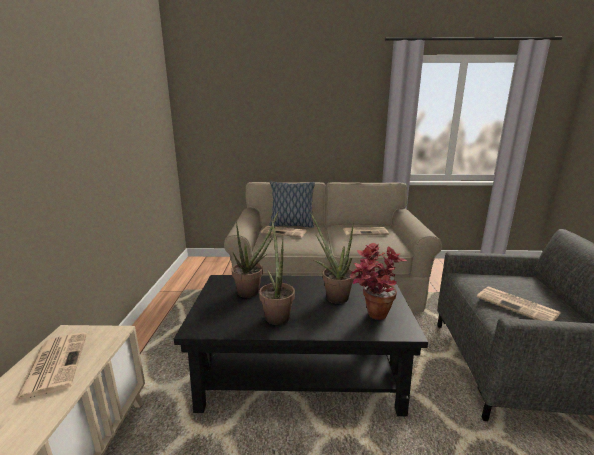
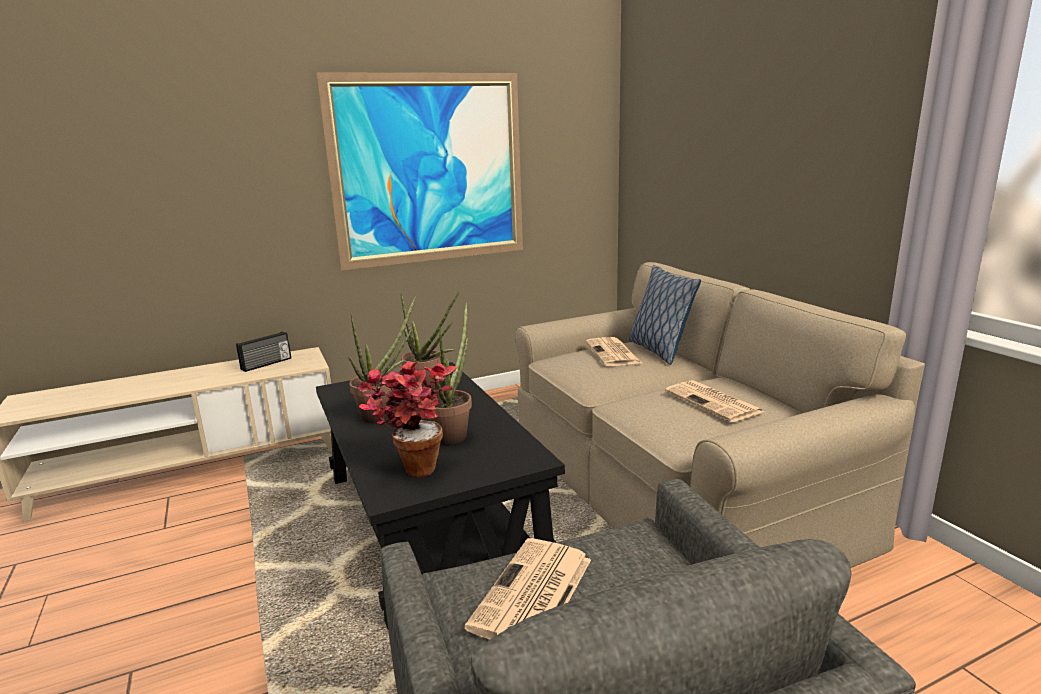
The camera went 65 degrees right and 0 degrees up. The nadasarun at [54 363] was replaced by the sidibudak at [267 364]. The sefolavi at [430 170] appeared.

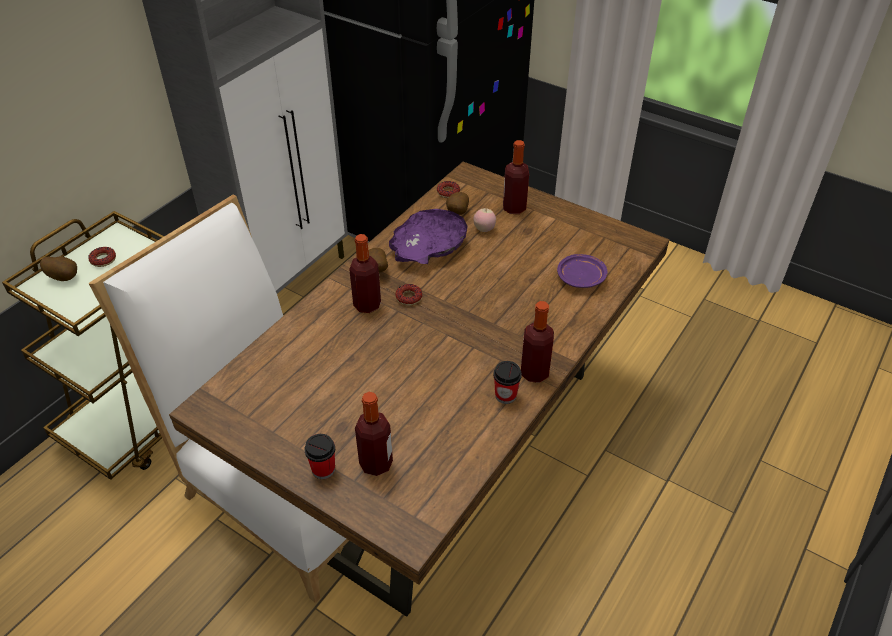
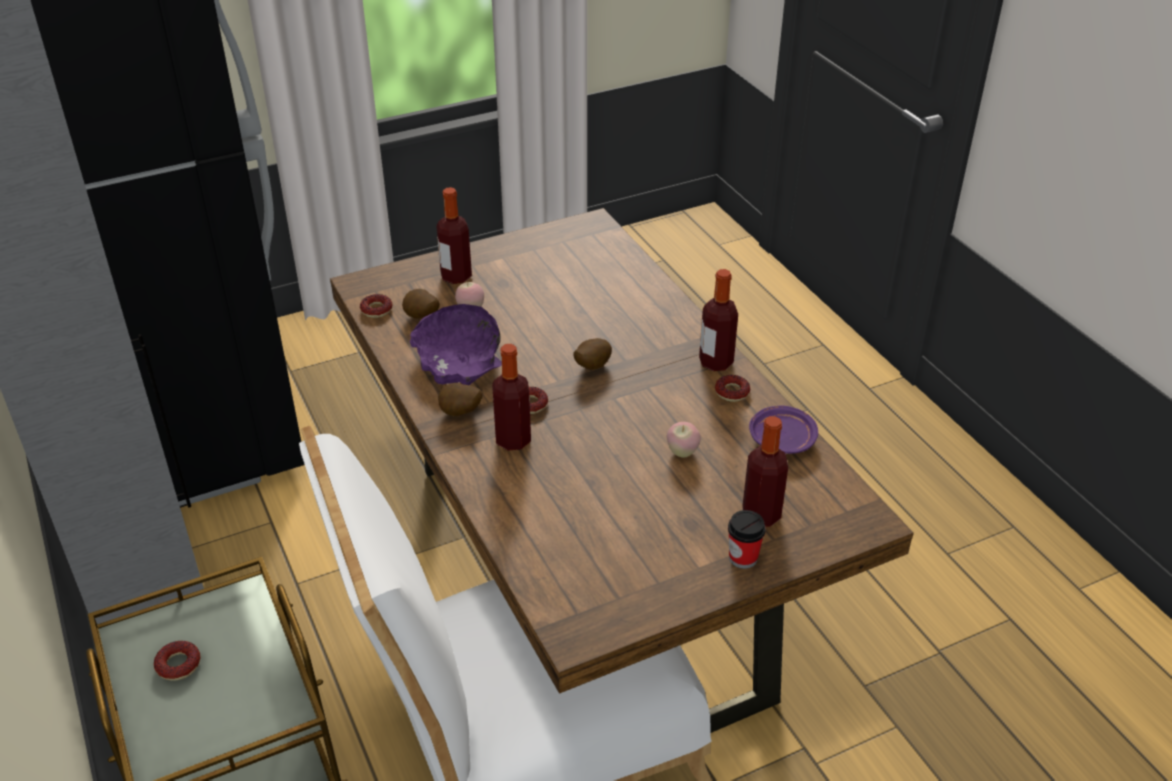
The camera went 60 degrees left and 5 degrees down. The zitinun moved from [64 277] to [591 366]. The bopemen at [682 452] appeared. The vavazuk at [505 395] was replaced by the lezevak at [732 392]. The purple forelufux moved from [581 277] to [781 439].

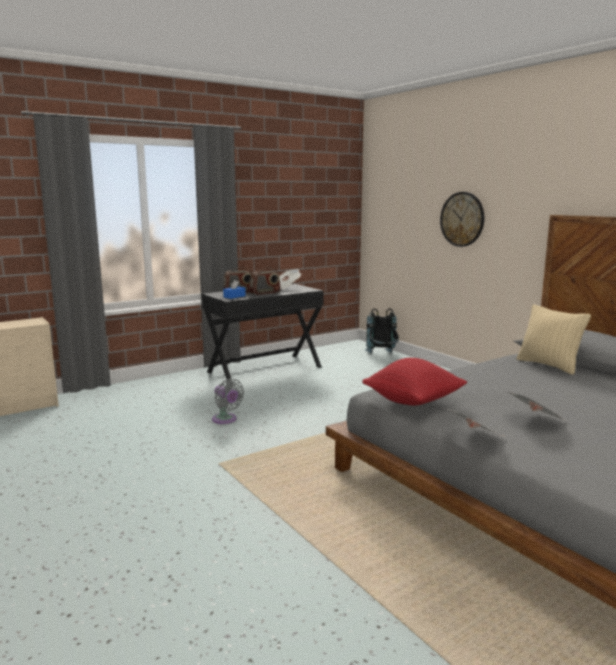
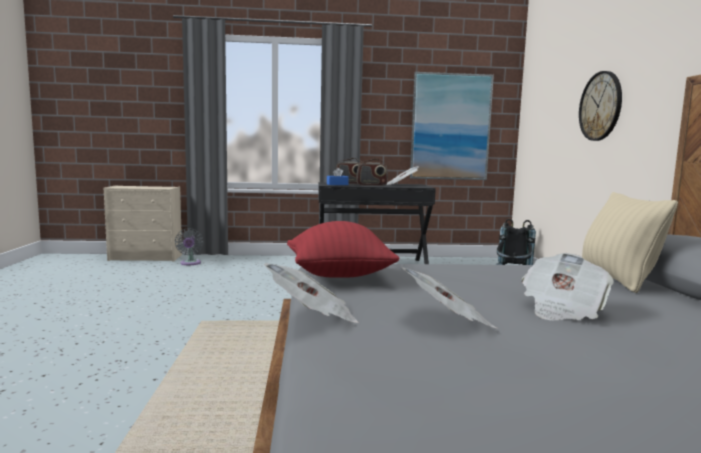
The camera went 30 degrees right and 5 degrees down. The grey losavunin moved from [226 420] to [190 263]. The sefolavi at [450 127] appeared. The nadasarun at [562 309] appeared.

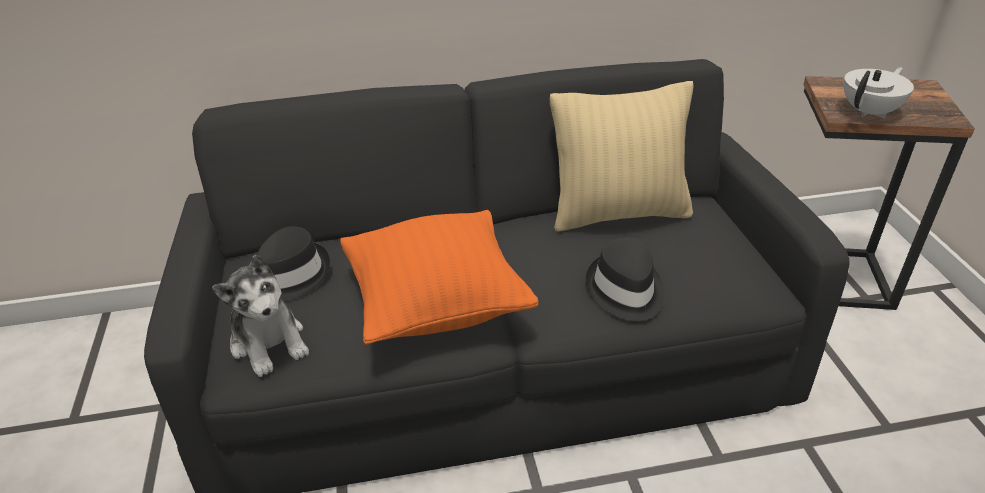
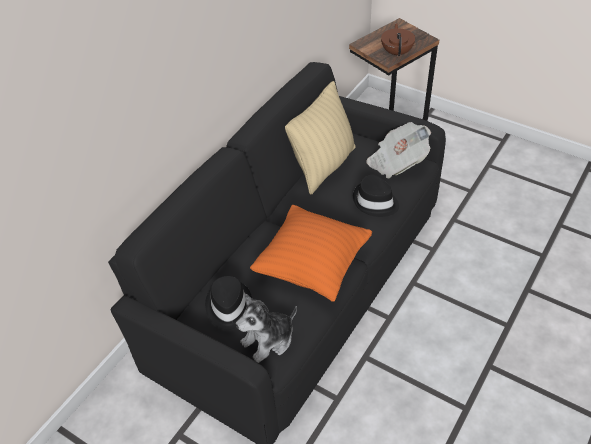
The camera went 45 degrees left and 10 degrees up. The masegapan at [269 342] turned 135 degrees clockwise. The nadasarun at [397 162] appeared. The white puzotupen at [870 112] became the brown puzotupen at [397 52].

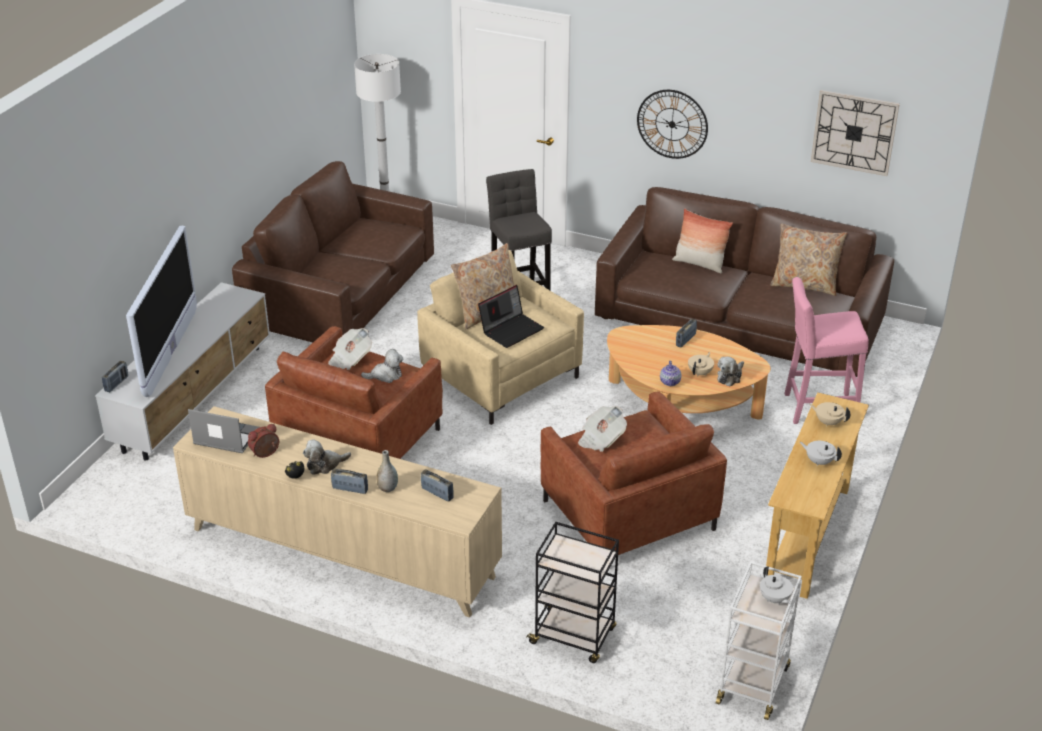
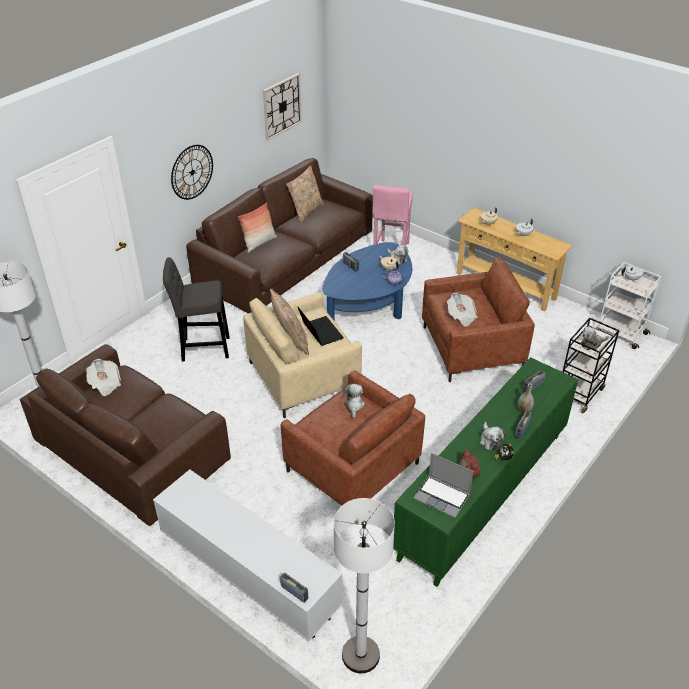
The camera went 75 degrees left and 5 degrees up. The nadasarun moved from [350 359] to [105 384]. The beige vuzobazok at [680 406] became the blue vuzobazok at [369 303]. The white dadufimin at [360 655] appeared. The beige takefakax at [342 553] became the green takefakax at [483 494]. The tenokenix at [225 438] turned 90 degrees counterclockwise. The masegapan at [592 343] appeared. The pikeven at [171 352] disappeared.

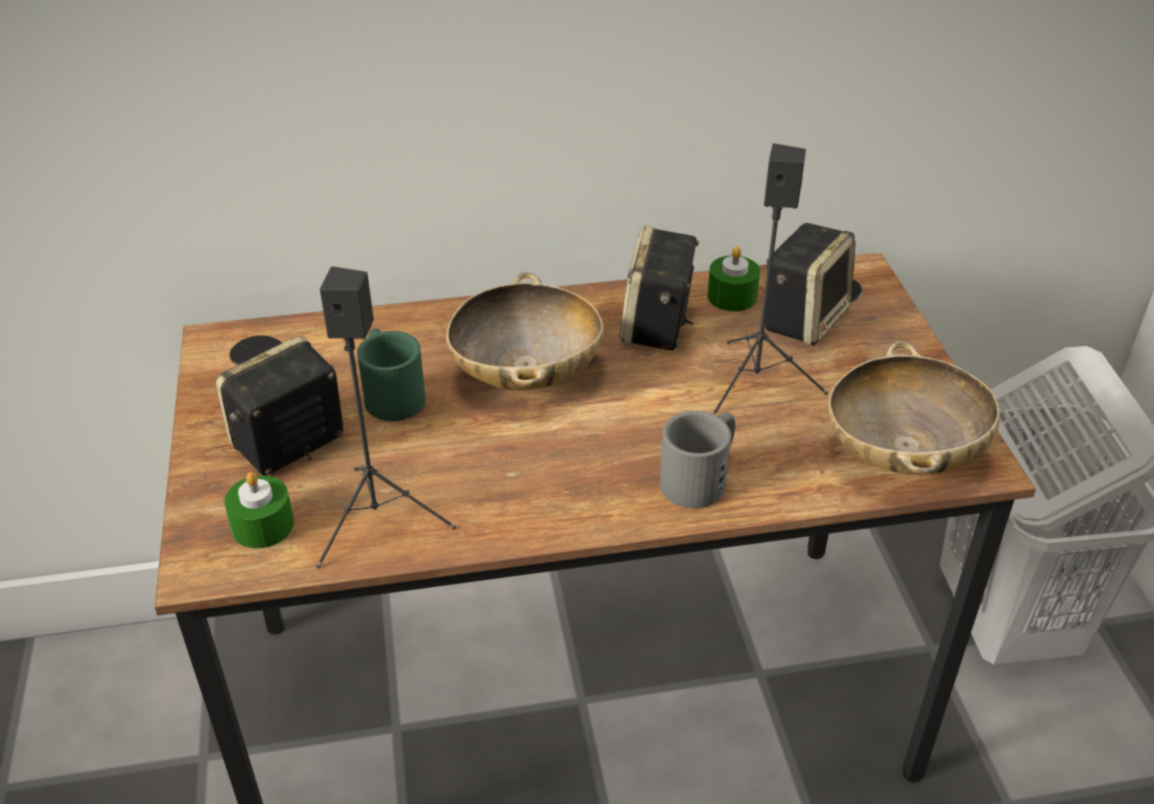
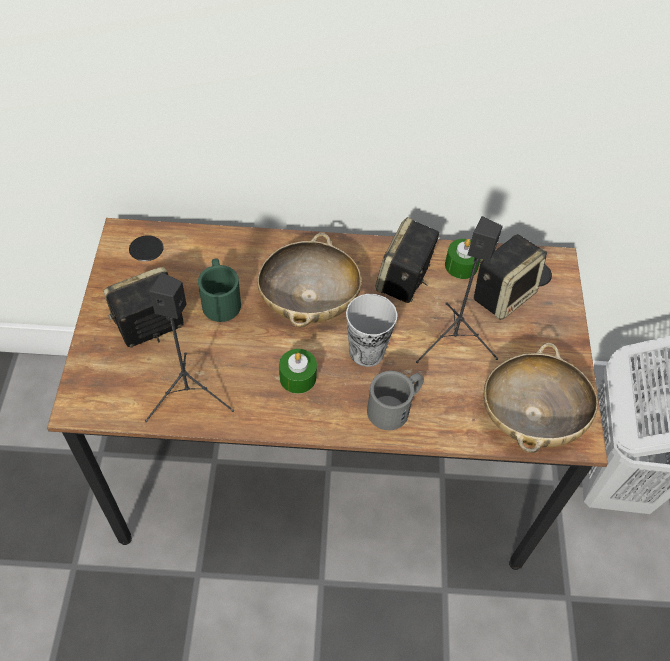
The camera went 10 degrees right and 15 degrees up. The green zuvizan moved from [263 525] to [297 377]. The vavazuk at [366 351] appeared.

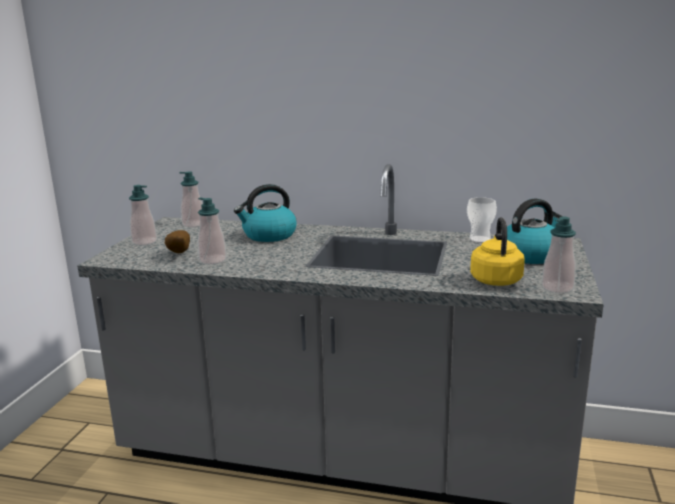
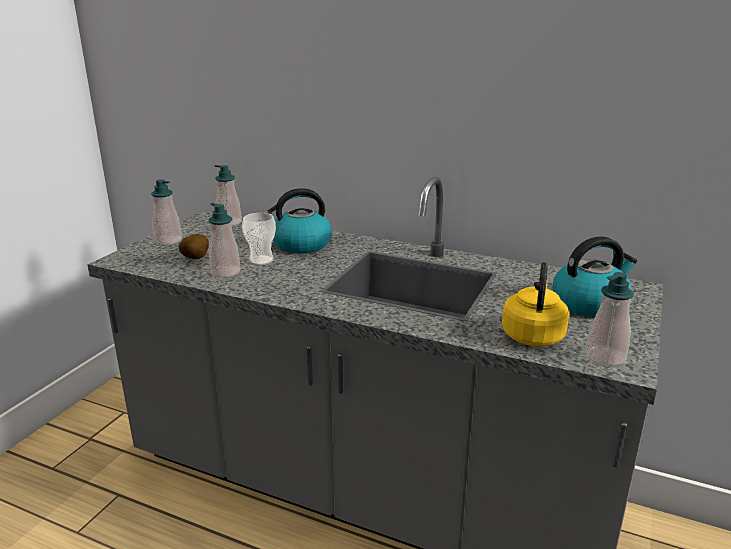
The camera went 10 degrees right and 5 degrees up. The vavazuk moved from [479 239] to [261 260].

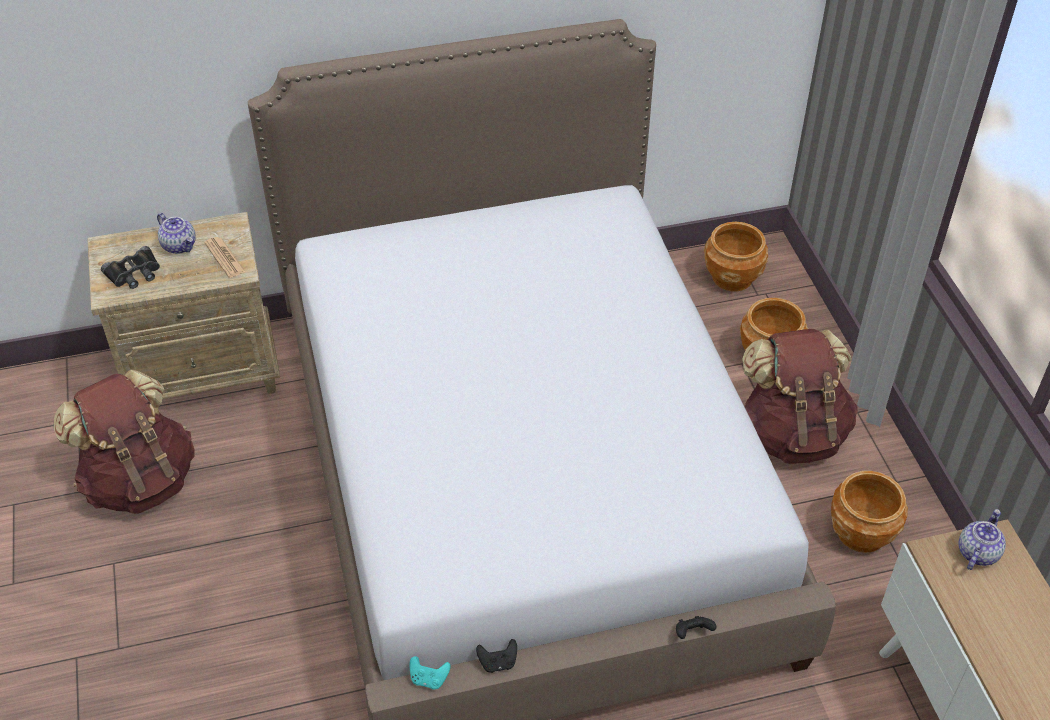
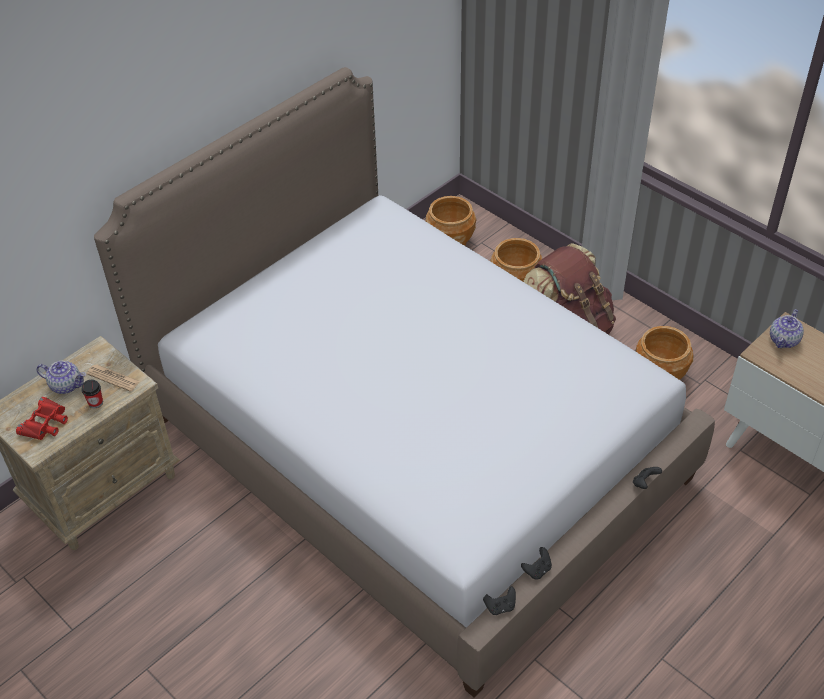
The camera went 30 degrees left and 0 degrees up. The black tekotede at [134 273] became the red tekotede at [46 423]. The vavazuk at [95 403] appeared. The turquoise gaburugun at [429 679] became the black gaburugun at [500 606]. The puzotupen at [977 552] turned 150 degrees counterclockwise. The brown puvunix at [140 480] disappeared.

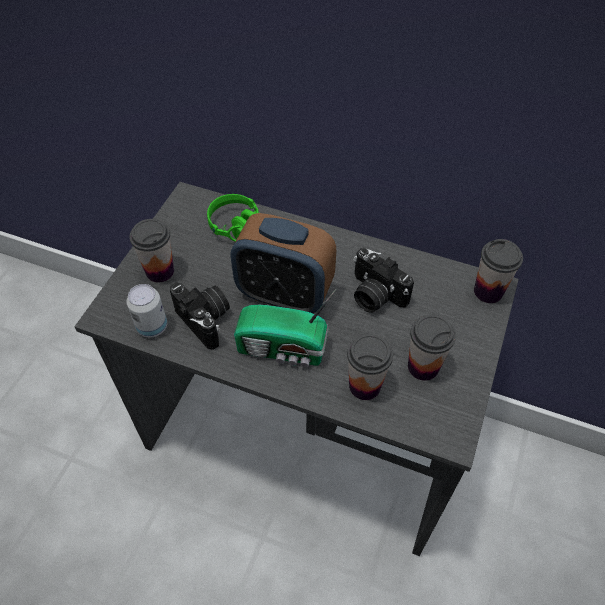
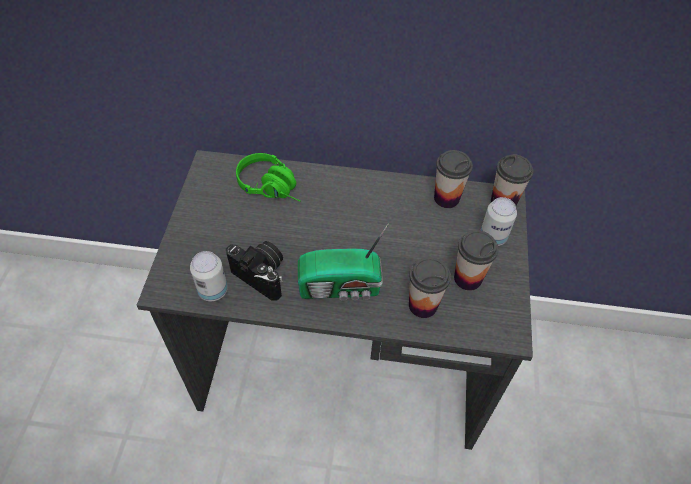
The camera went 15 degrees left and 0 degrees up. The vavazuk moved from [160 271] to [446 198]. The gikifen at [493 237] appeared. The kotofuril at [284 294] disappeared. The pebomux at [374 295] disappeared.

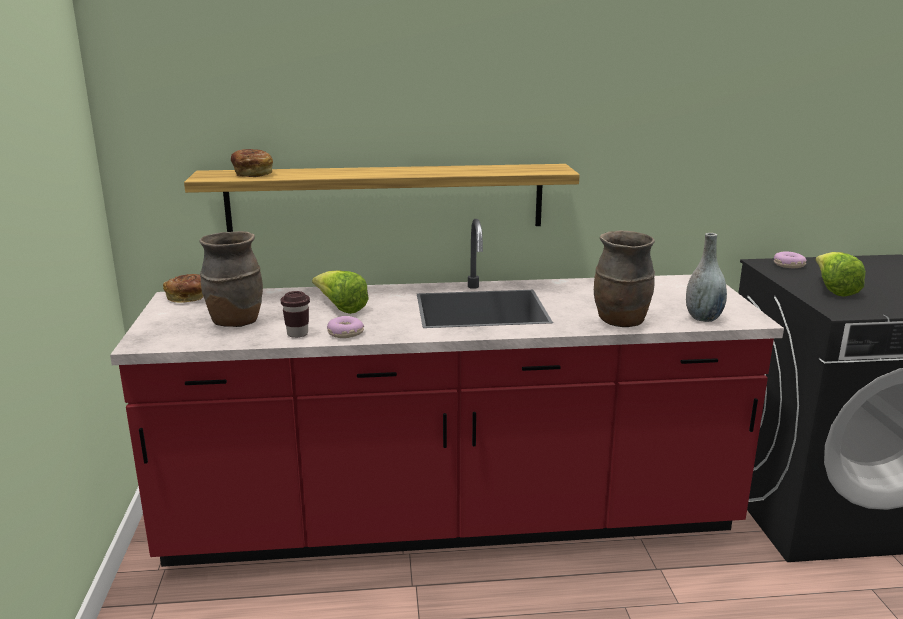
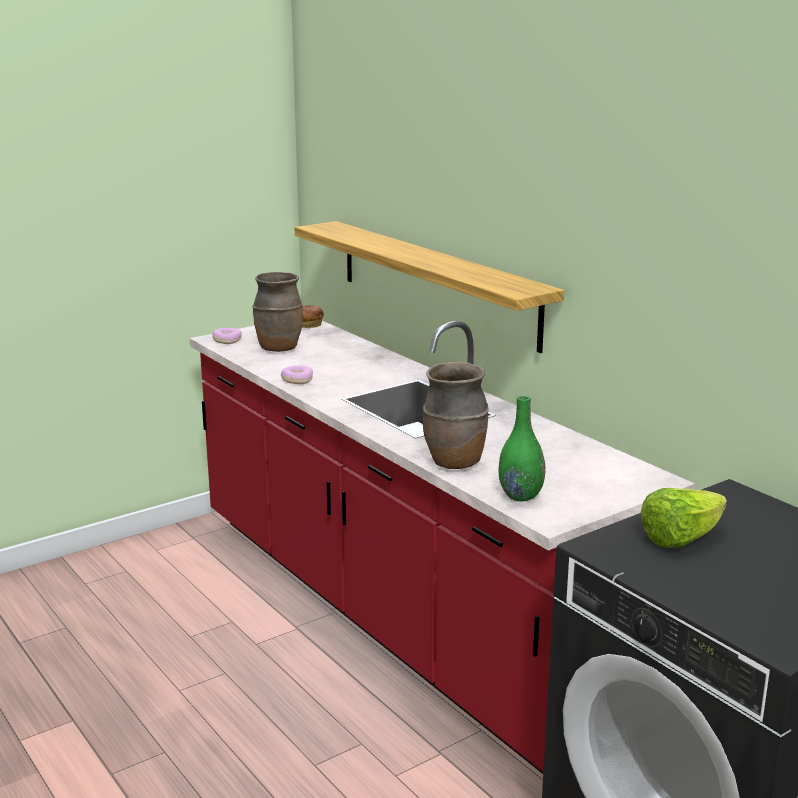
The camera went 60 degrees right and 0 degrees up. The lezevak moved from [788 265] to [227 340]. The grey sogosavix at [703 318] became the green sogosavix at [520 496]. The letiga at [252 174] disappeared. The brown vavazuk at [297 334] disappeared. The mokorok at [341 308] disappeared.

